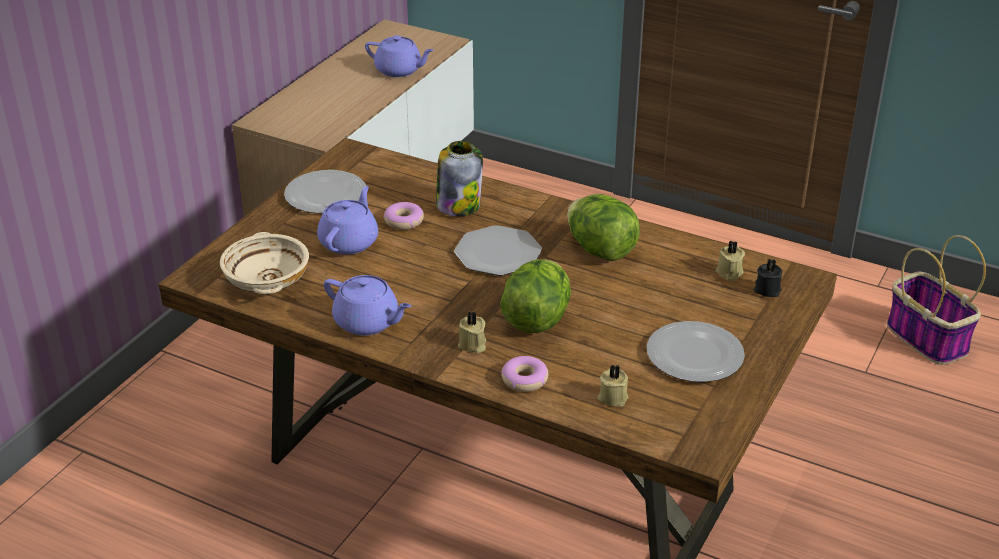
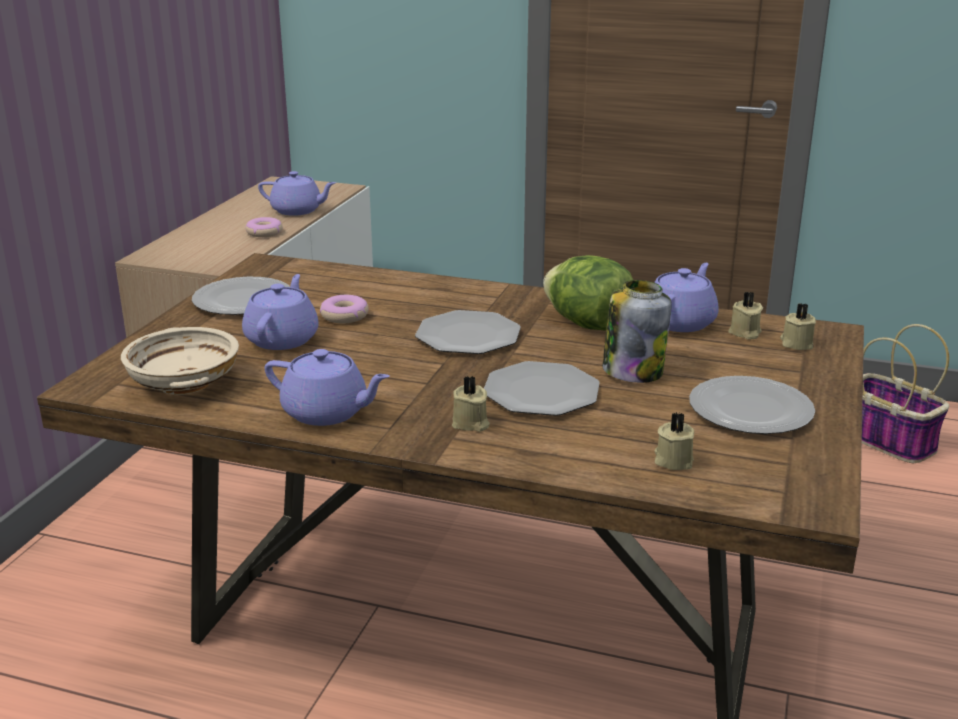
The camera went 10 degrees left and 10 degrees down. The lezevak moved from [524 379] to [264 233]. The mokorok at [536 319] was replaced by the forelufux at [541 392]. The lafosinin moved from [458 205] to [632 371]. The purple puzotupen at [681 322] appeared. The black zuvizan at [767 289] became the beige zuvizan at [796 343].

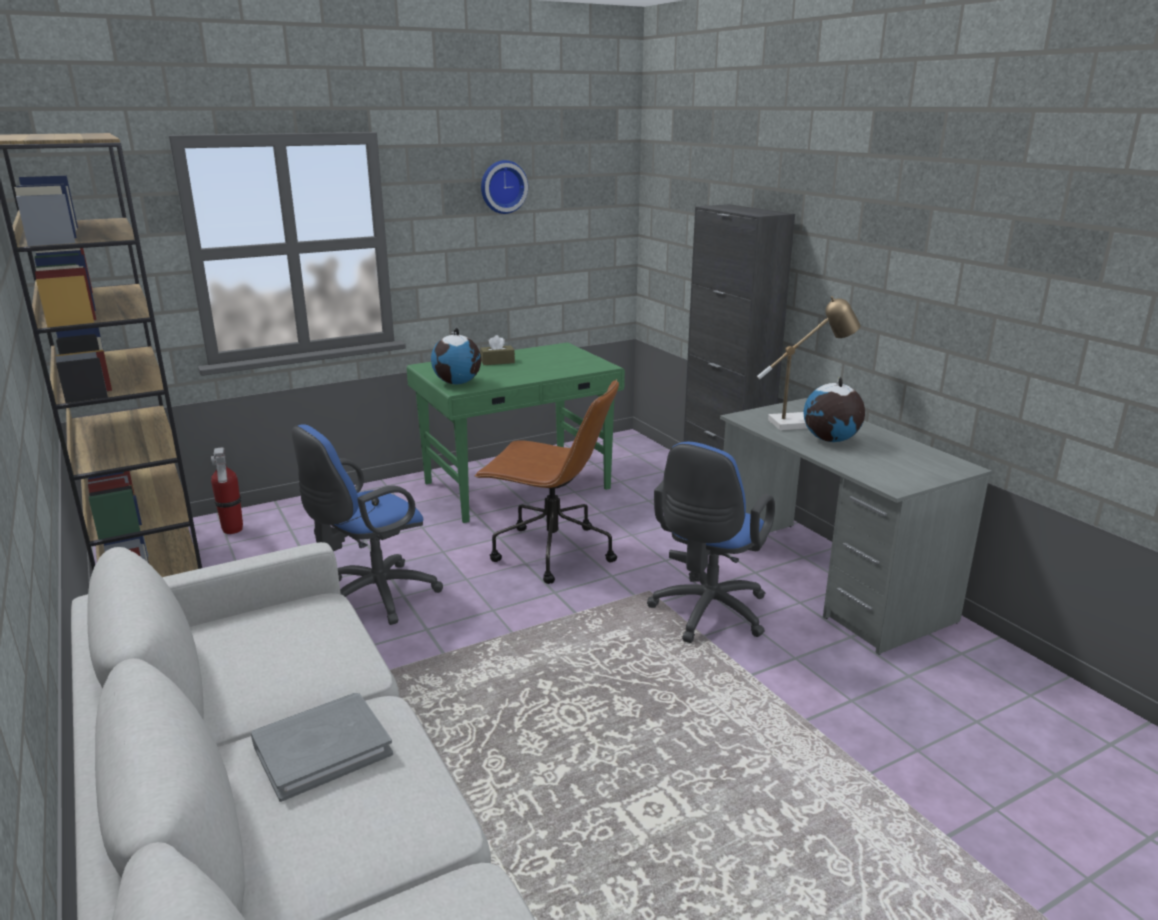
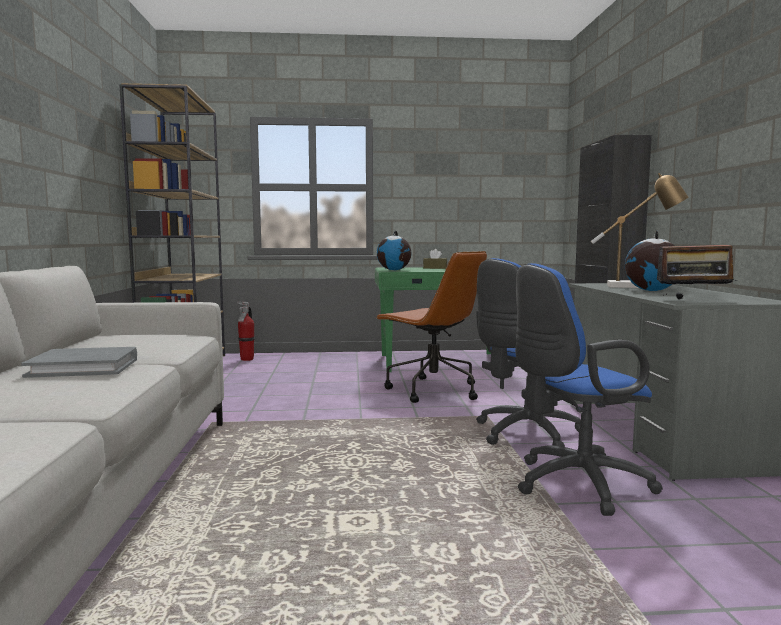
The camera went 25 degrees right and 15 degrees down. The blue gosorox moved from [372 597] to [574 484]. The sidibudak at [693 300] appeared. The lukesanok at [502 186] disappeared.

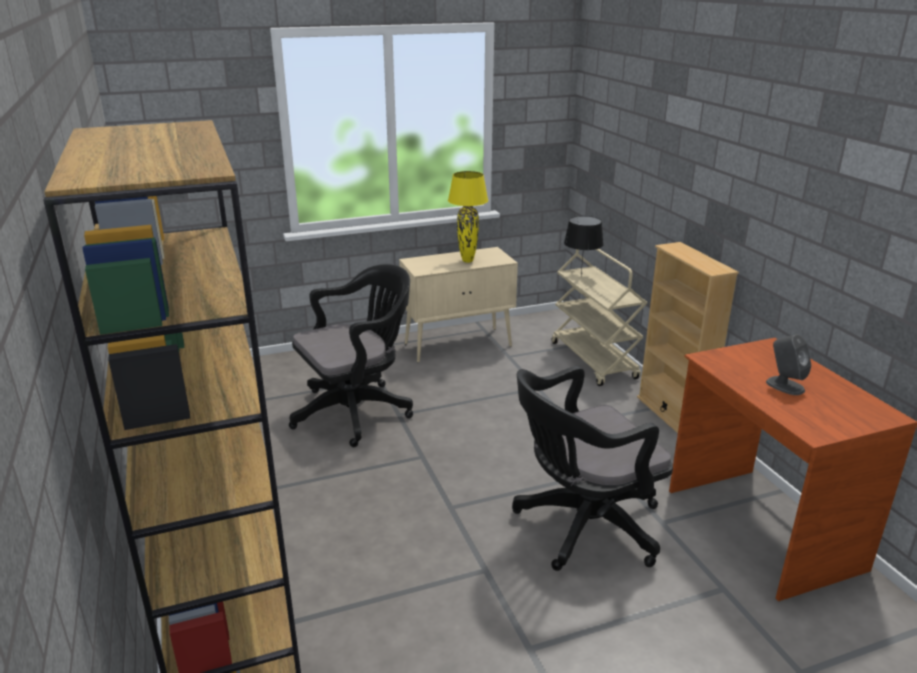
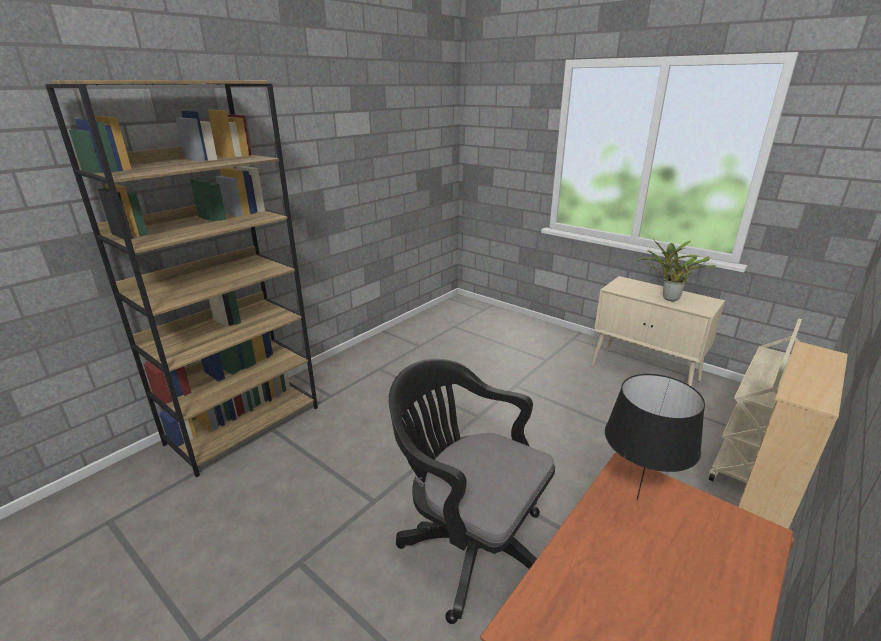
The camera went 60 degrees right and 0 degrees up. The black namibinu moved from [580 276] to [636 498]. The yellow namibinu at [467 261] was replaced by the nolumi at [668 298]. The black gosorox at [357 411] disappeared. The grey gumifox at [784 385] disappeared.

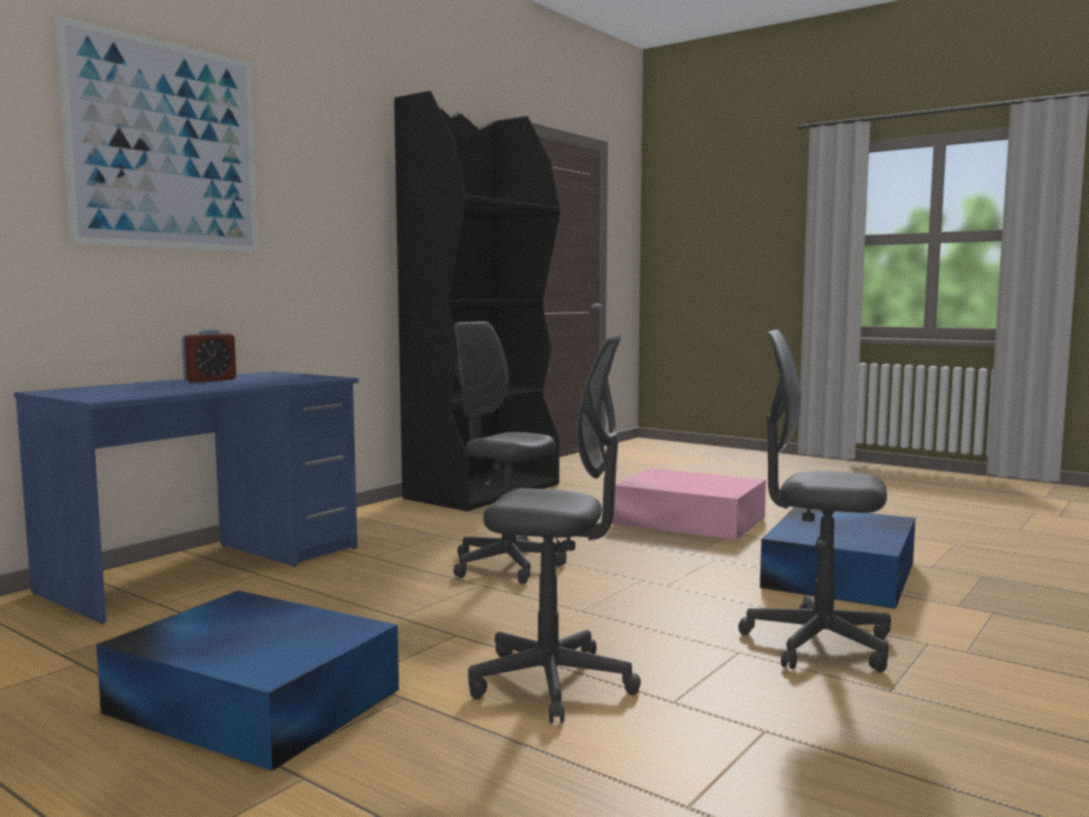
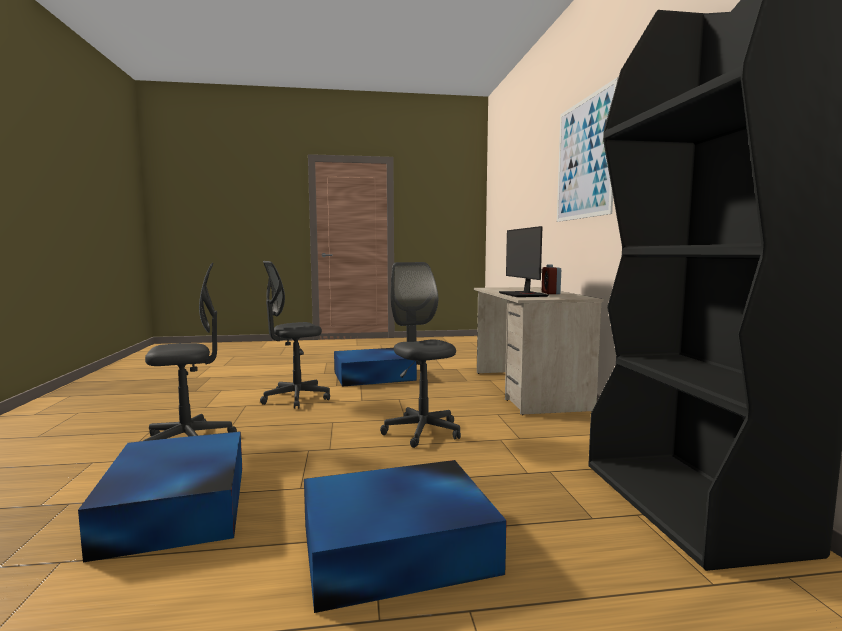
The camera went 135 degrees right and 0 degrees up. The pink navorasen at [688 519] became the blue navorasen at [400 548]. The grey gosorox at [506 565] turned 105 degrees counterclockwise. The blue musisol at [208 569] became the beige musisol at [527 390]. The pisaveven at [523 295] appeared.

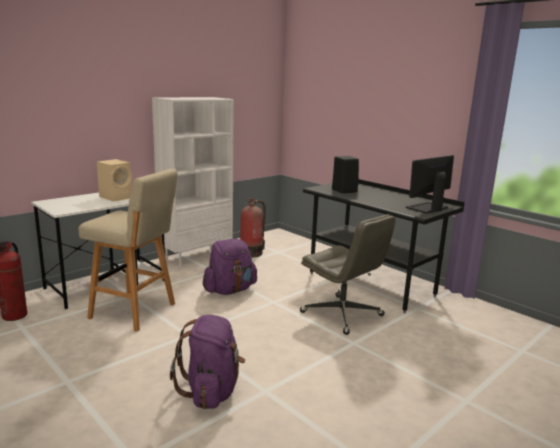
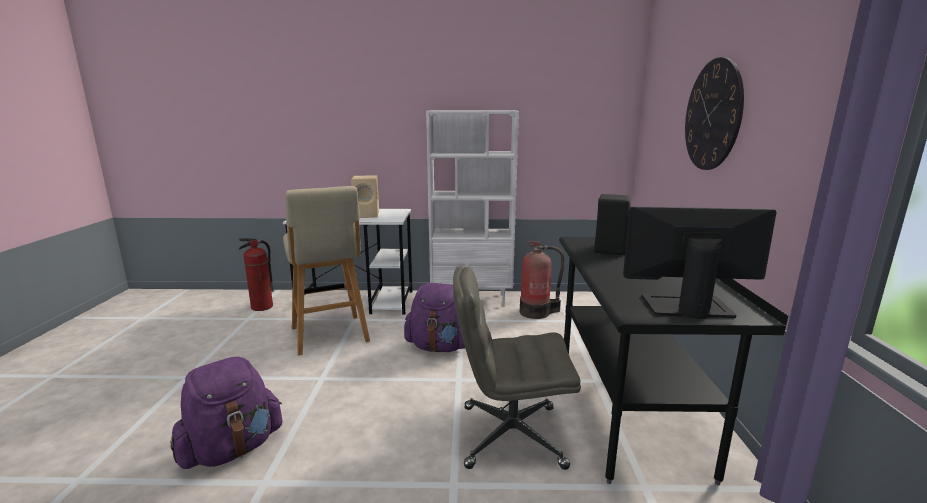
The camera went 45 degrees right and 0 degrees up. The grey gosorox at [342 314] turned 90 degrees clockwise. The lukesanok at [712 115] appeared.

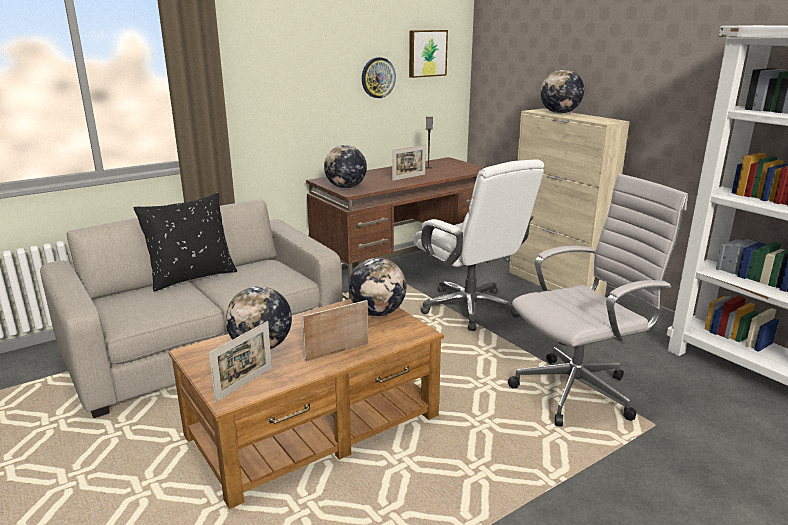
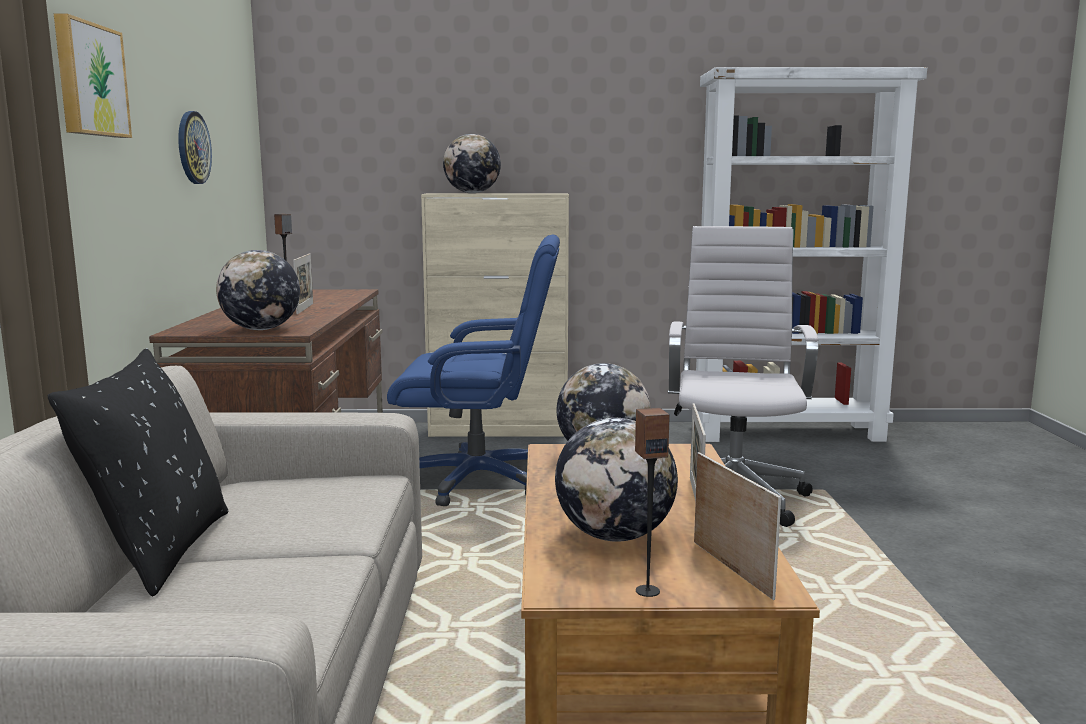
The camera went 55 degrees left and 10 degrees down. The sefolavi moved from [426 53] to [89 80]. The white gosorox at [470 308] became the blue gosorox at [478 481]. The gumifox at [647 591] appeared.

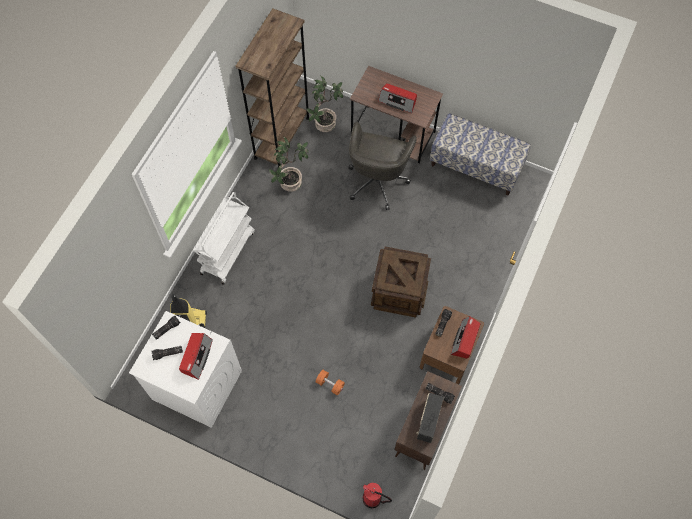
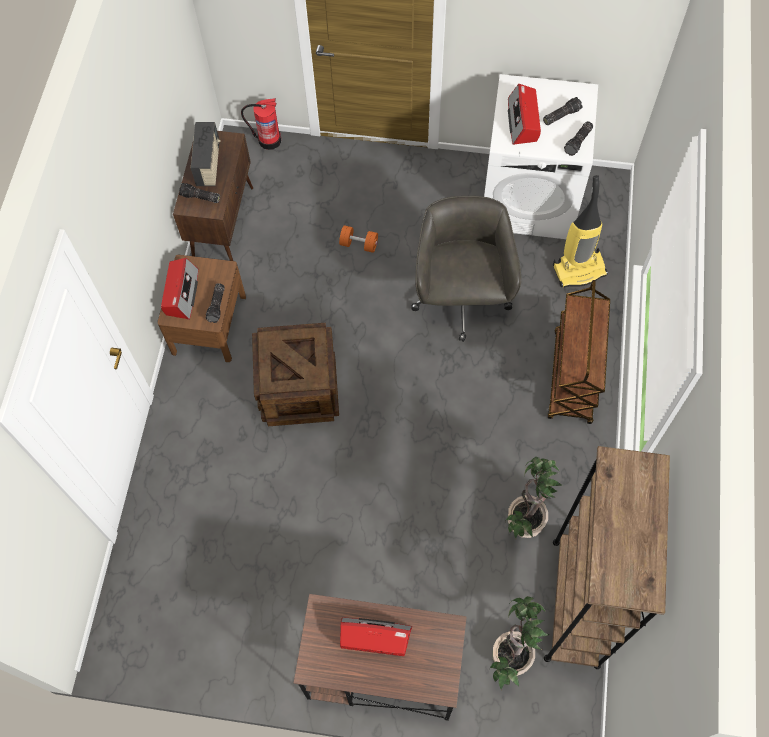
The camera went 165 degrees right and 0 degrees up. The grey gosorox moved from [377 180] to [461 299]. The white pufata at [227 252] became the brown pufata at [572 377]. The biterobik at [476 166] disappeared.

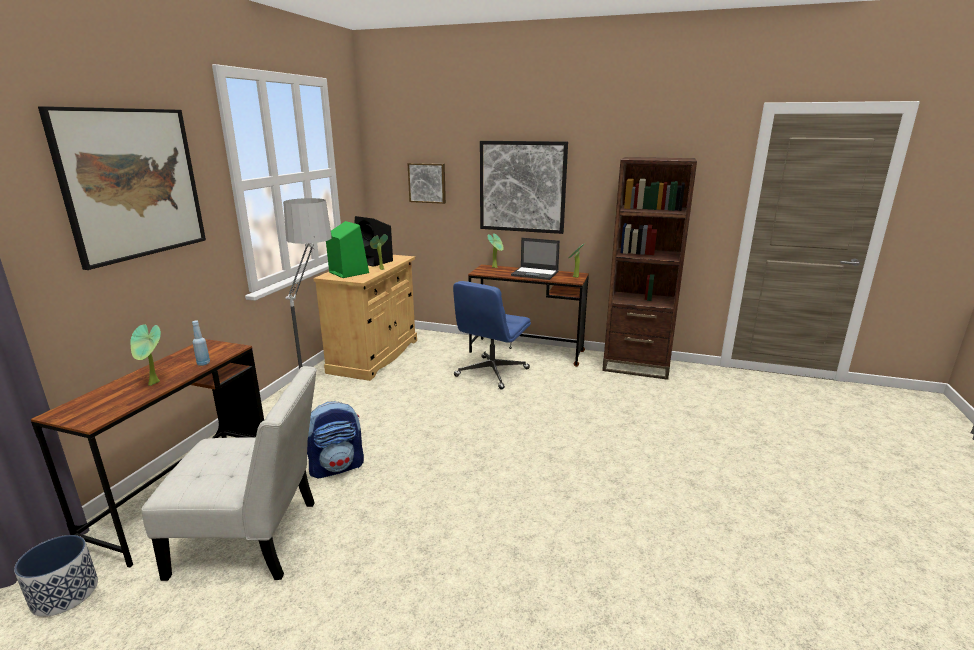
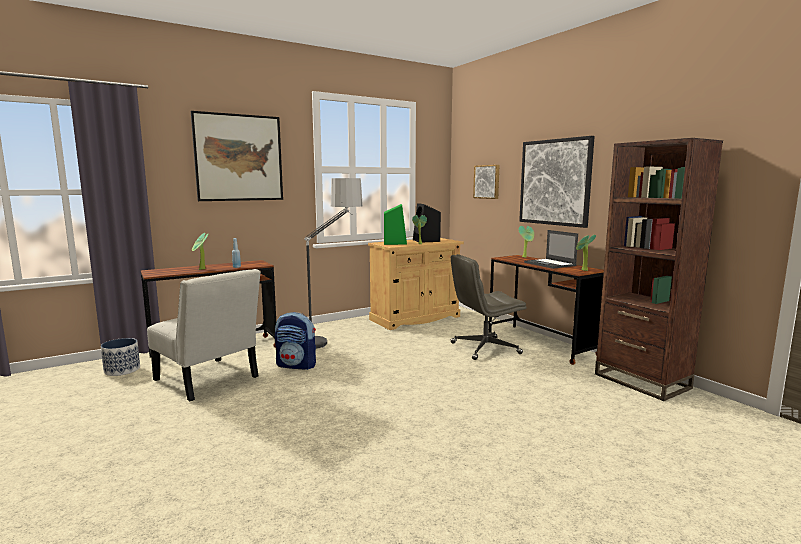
The camera went 40 degrees right and 10 degrees down. The blue gosorox at [491 373] became the grey gosorox at [484 348].

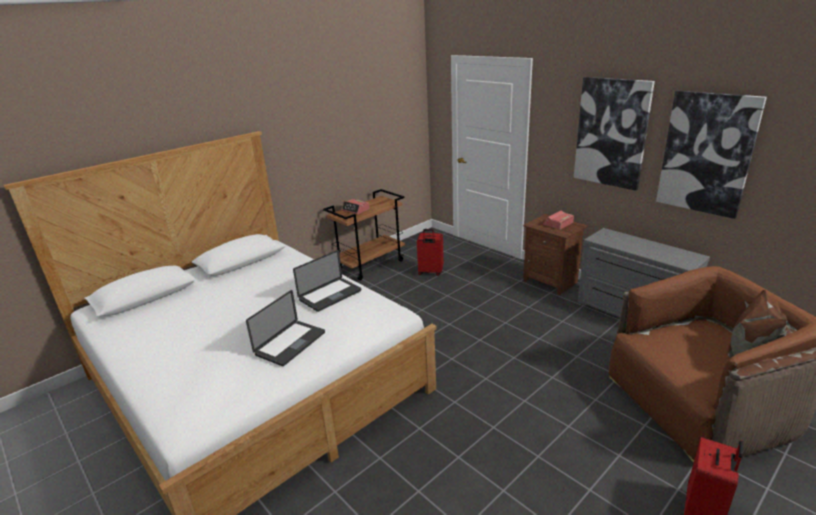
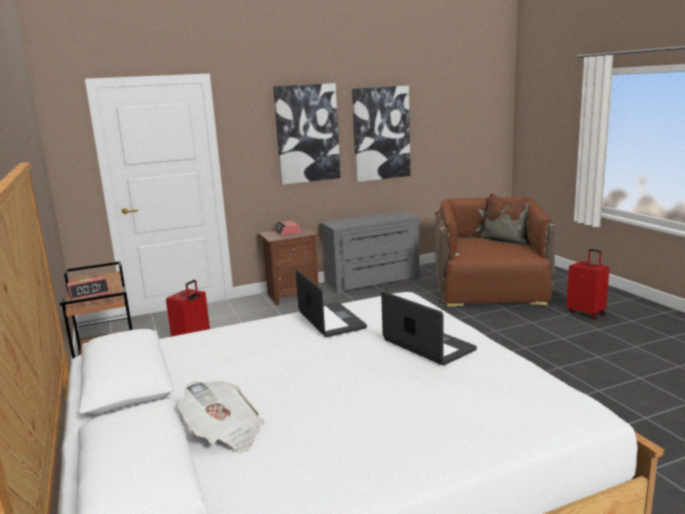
The camera went 70 degrees left and 10 degrees down. The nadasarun at [225 434] appeared.

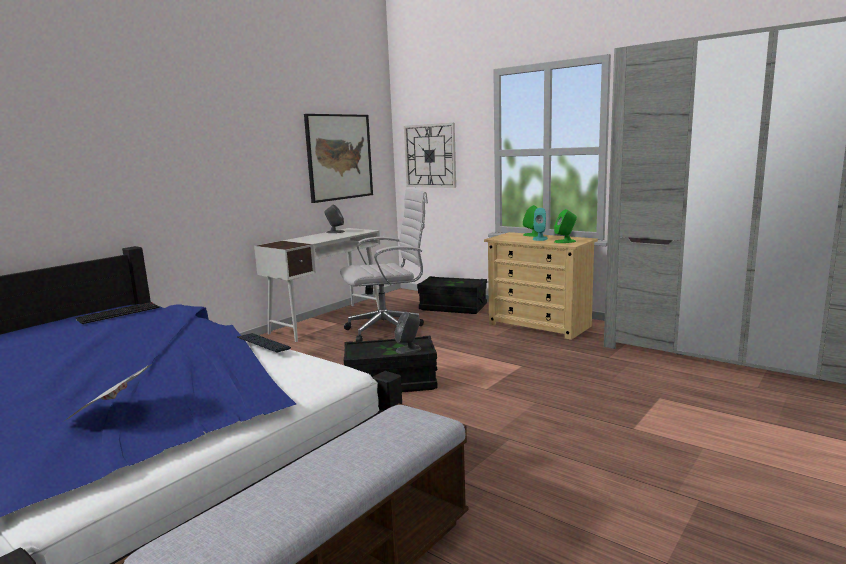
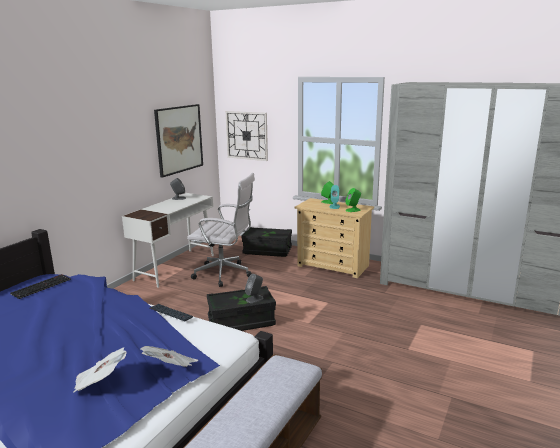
The camera went 10 degrees left and 5 degrees up. The nadasarun at [171 368] appeared. The white gosorox at [388 330] turned 45 degrees clockwise.

